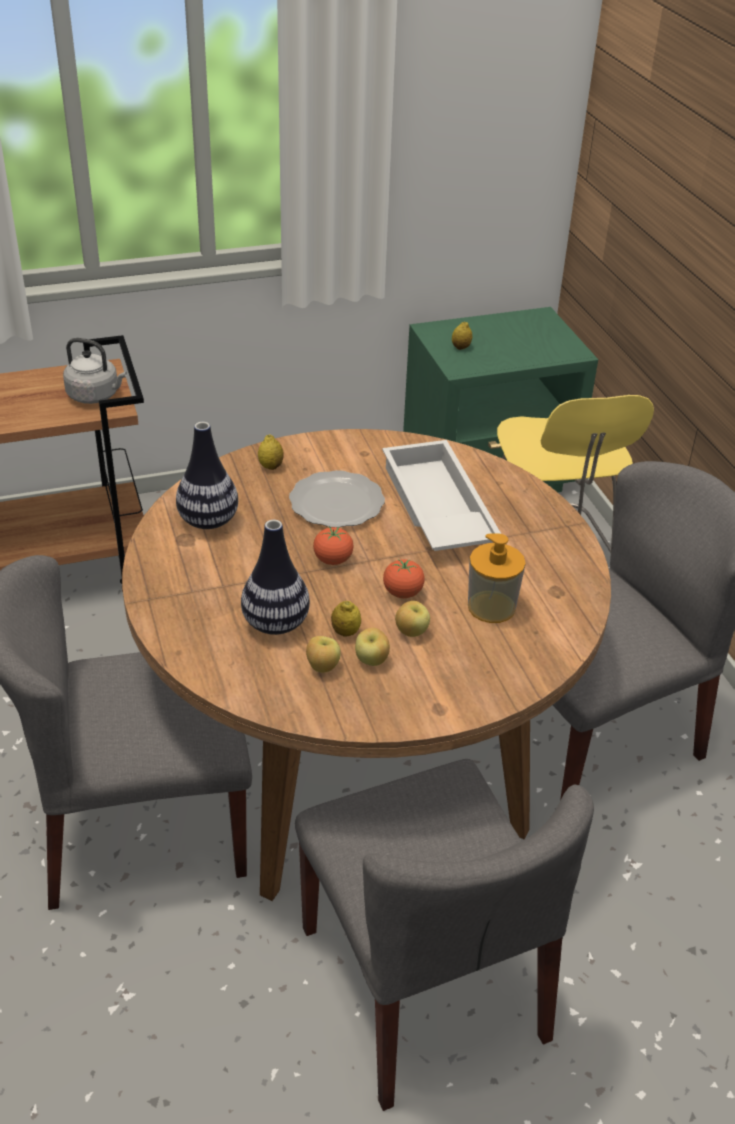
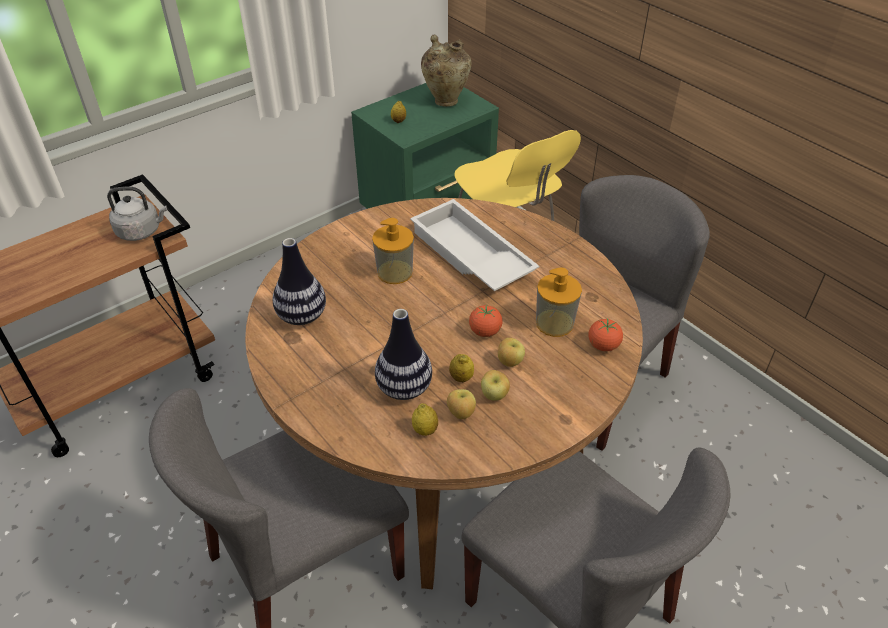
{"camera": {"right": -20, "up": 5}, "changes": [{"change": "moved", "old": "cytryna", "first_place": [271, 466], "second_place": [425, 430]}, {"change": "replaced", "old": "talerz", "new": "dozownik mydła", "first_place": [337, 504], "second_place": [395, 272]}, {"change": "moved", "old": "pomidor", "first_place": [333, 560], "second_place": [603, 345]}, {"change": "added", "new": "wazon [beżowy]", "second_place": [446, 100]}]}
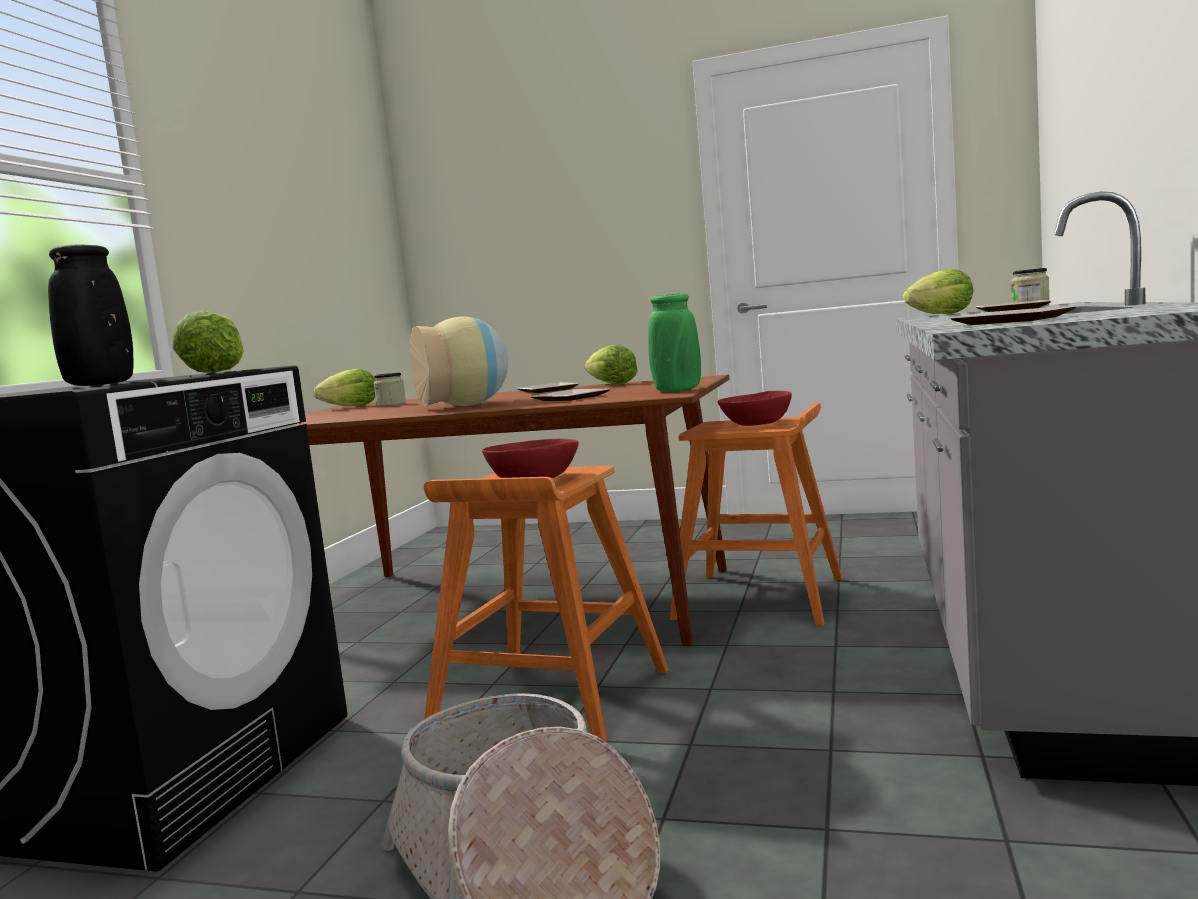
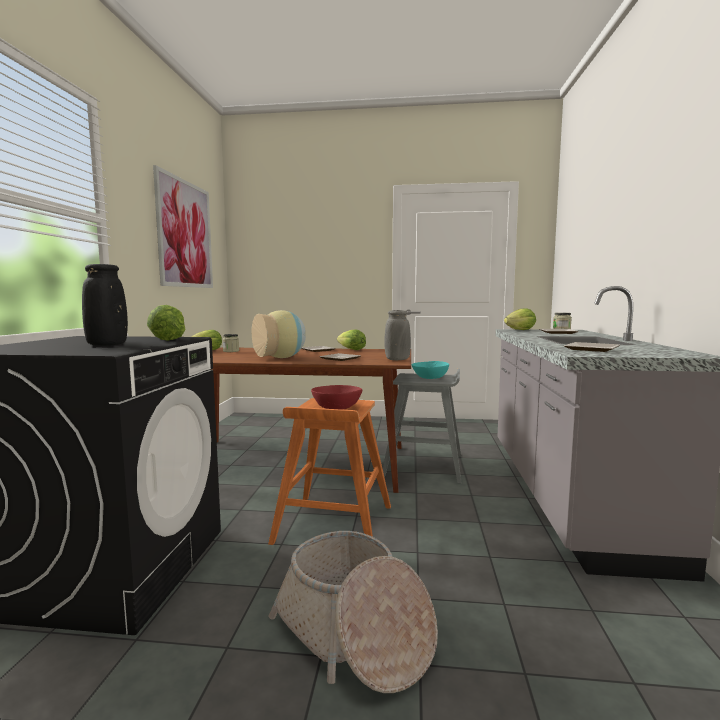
{"camera": {"right": -10, "up": 0}, "changes": [{"change": "recoloured", "old": "wazon [zielony]", "new": "wazon [szary]", "first_place": [677, 390], "second_place": [397, 359]}, {"change": "recoloured", "old": "miska [czerwony]", "new": "miska [turkusowy]", "first_place": [756, 424], "second_place": [430, 378]}, {"change": "recoloured", "old": "stołek [pomarańczowy]", "new": "stołek [szary]", "first_place": [762, 598], "second_place": [425, 465]}, {"change": "added", "new": "obraz", "second_place": [185, 234]}]}
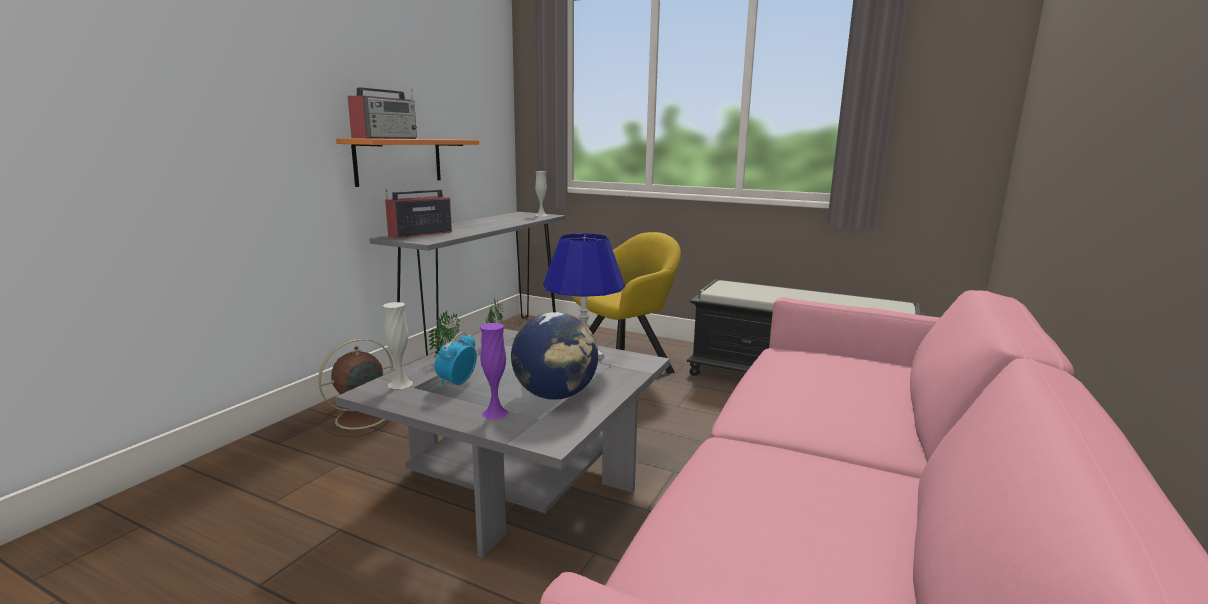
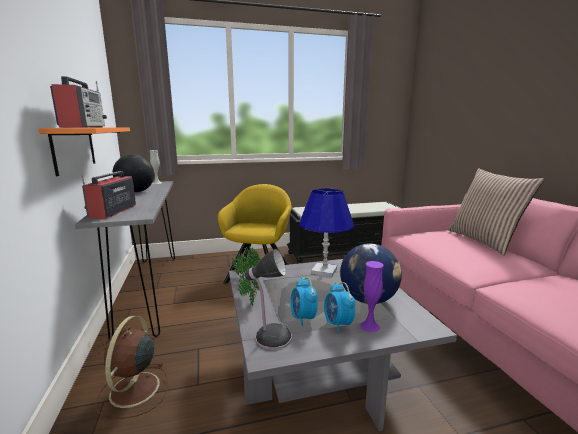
{"camera": {"right": -40, "up": 0}, "changes": [{"change": "replaced", "old": "wazon [biały]", "new": "lampa stołowa", "first_place": [400, 384], "second_place": [271, 337]}, {"change": "added", "new": "globus", "second_place": [136, 192]}, {"change": "added", "new": "poduszka", "second_place": [484, 241]}, {"change": "added", "new": "budzik", "second_place": [338, 324]}]}
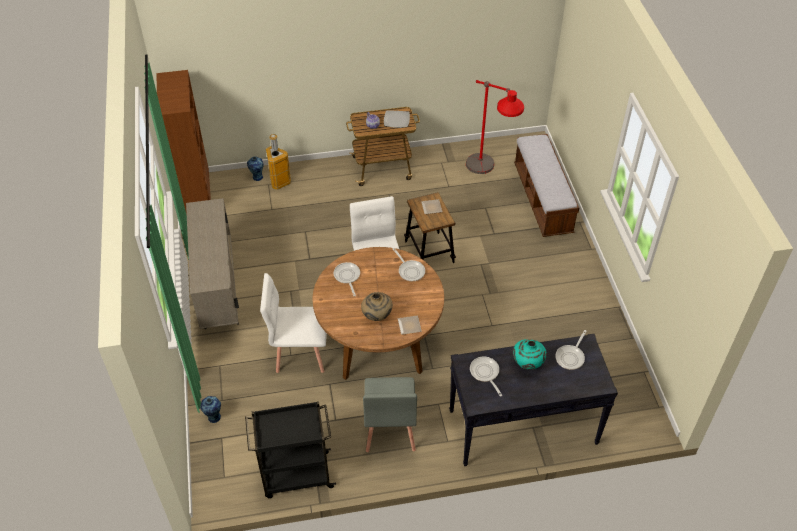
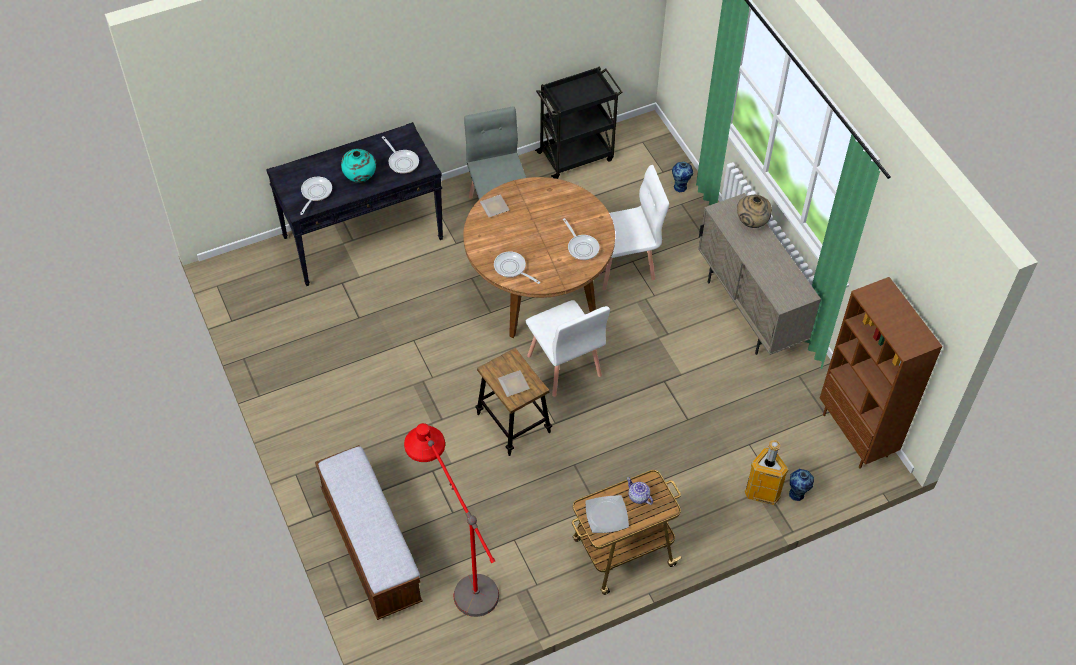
{"camera": {"right": 165, "up": 5}, "changes": [{"change": "moved", "old": "wazon [beżowy]", "first_place": [377, 317], "second_place": [751, 223]}]}
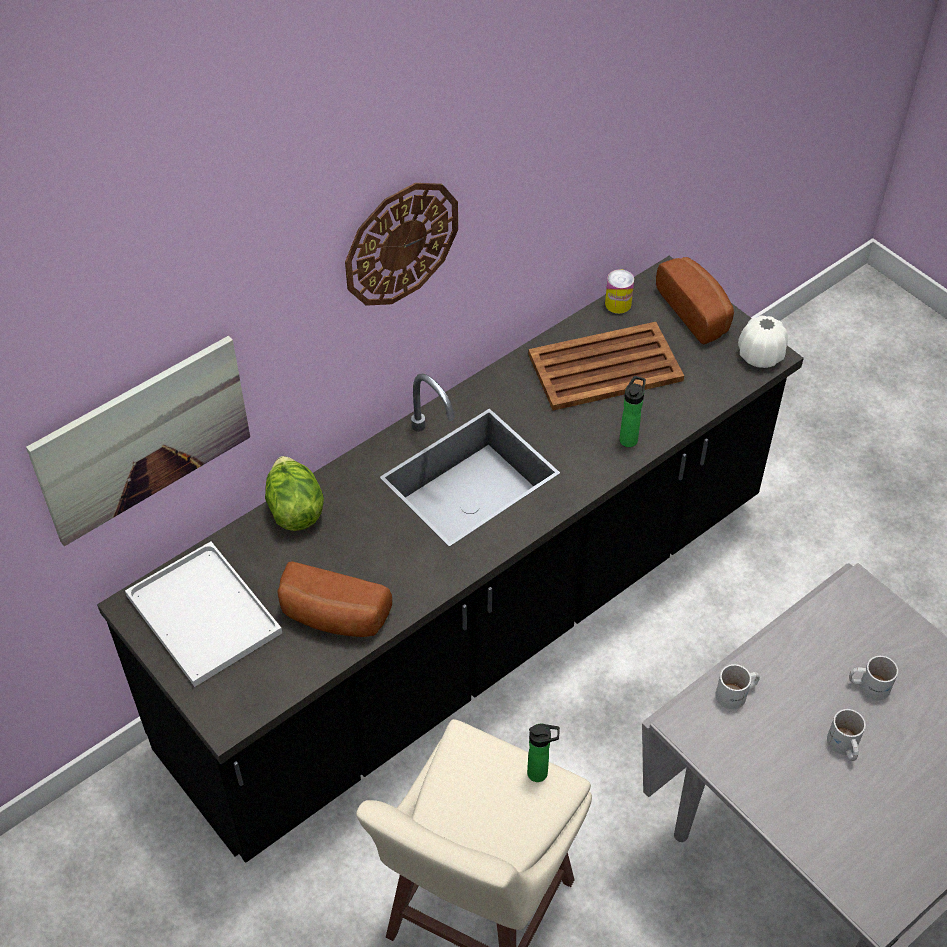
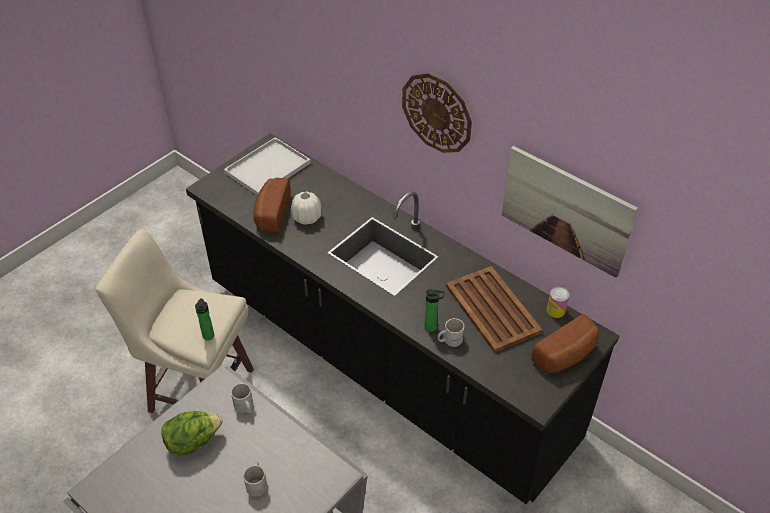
{"camera": {"right": 80, "up": -5}, "changes": [{"change": "moved", "old": "wazon [biały]", "first_place": [760, 356], "second_place": [307, 217]}, {"change": "moved", "old": "obraz", "first_place": [143, 439], "second_place": [566, 210]}, {"change": "moved", "old": "sałata", "first_place": [294, 509], "second_place": [193, 441]}, {"change": "moved", "old": "kubek [biały]", "first_place": [843, 746], "second_place": [449, 339]}]}
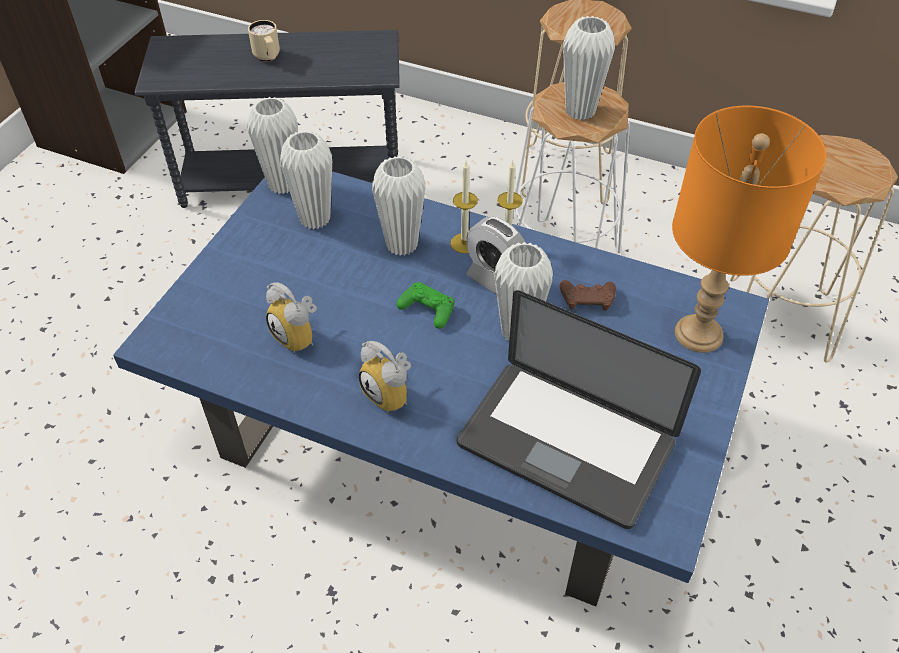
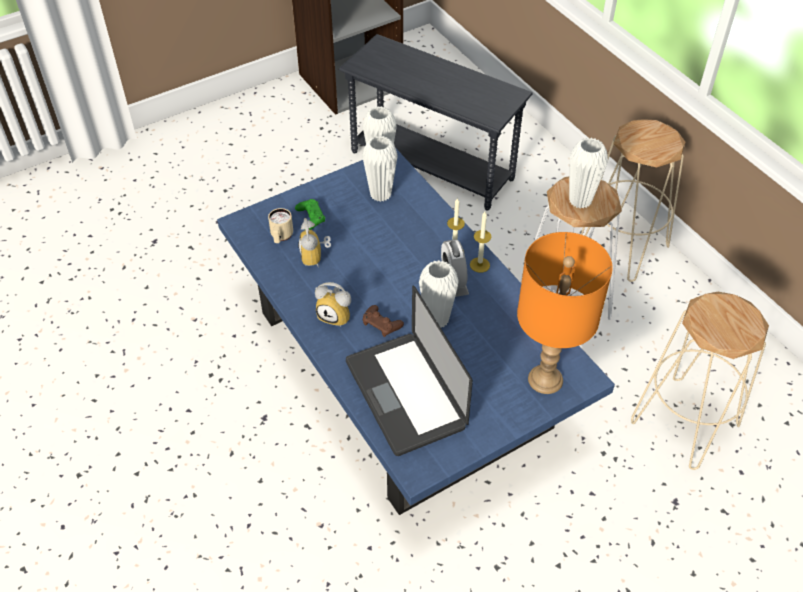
{"camera": {"right": 35, "up": 0}, "changes": [{"change": "moved", "old": "kubek [beżowy]", "first_place": [268, 58], "second_place": [281, 237]}, {"change": "removed", "old": "wazon [biały]", "first_place": [402, 245]}, {"change": "moved", "old": "pad do gier [brązowy]", "first_place": [587, 299], "second_place": [381, 324]}, {"change": "moved", "old": "pad do gier [zielony]", "first_place": [427, 309], "second_place": [310, 217]}, {"change": "turned", "old": "budzik", "first_place": [392, 394], "second_place": [337, 315], "degrees": -60}]}
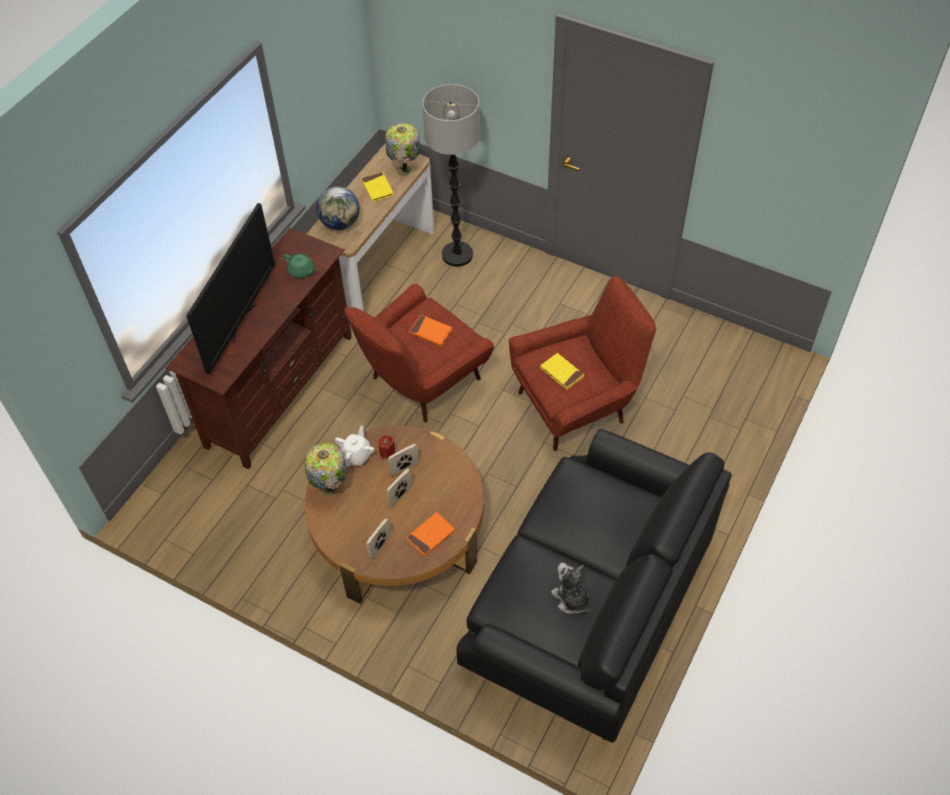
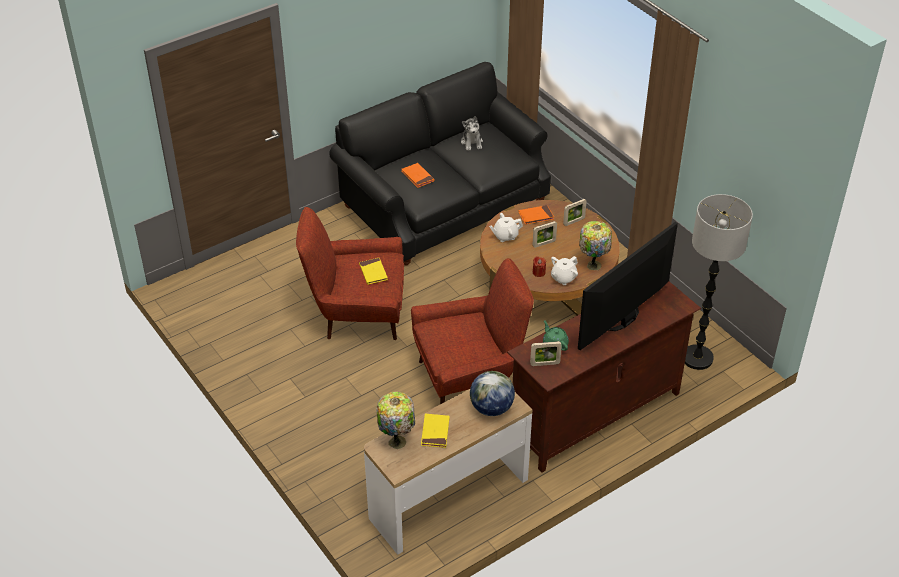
{"camera": {"right": -155, "up": -10}, "changes": [{"change": "moved", "old": "lampa stojąca", "first_place": [457, 255], "second_place": [697, 358]}, {"change": "moved", "old": "książka [pomarańczowy]", "first_place": [430, 332], "second_place": [417, 176]}, {"change": "moved", "old": "ramka na zdjęcie", "first_place": [404, 468], "second_place": [545, 364]}, {"change": "added", "new": "imbryk [biały]", "second_place": [505, 236]}]}
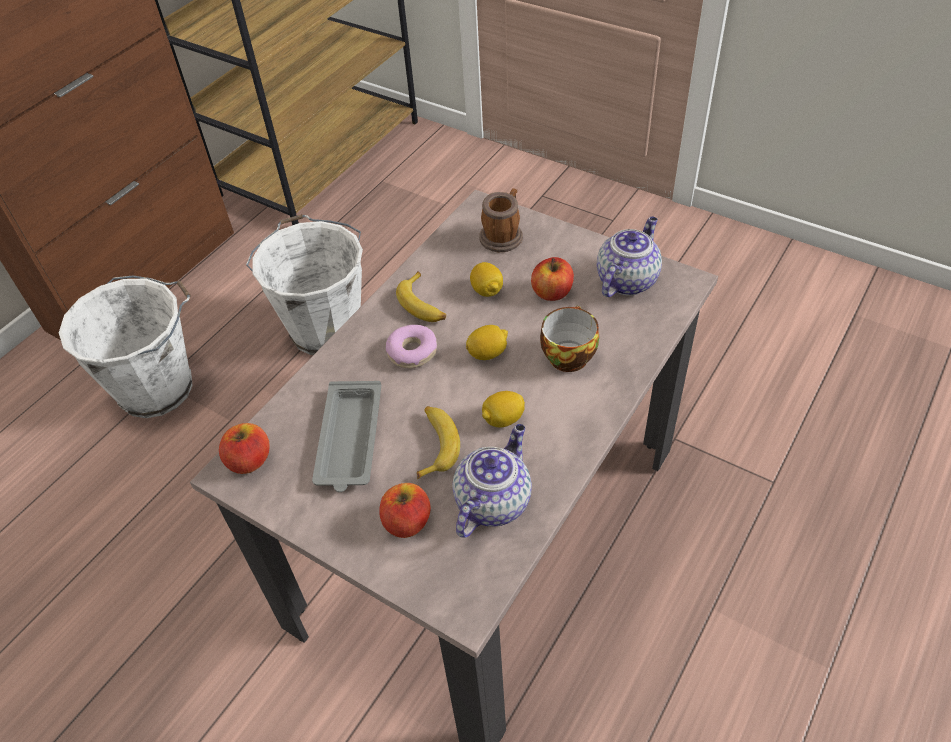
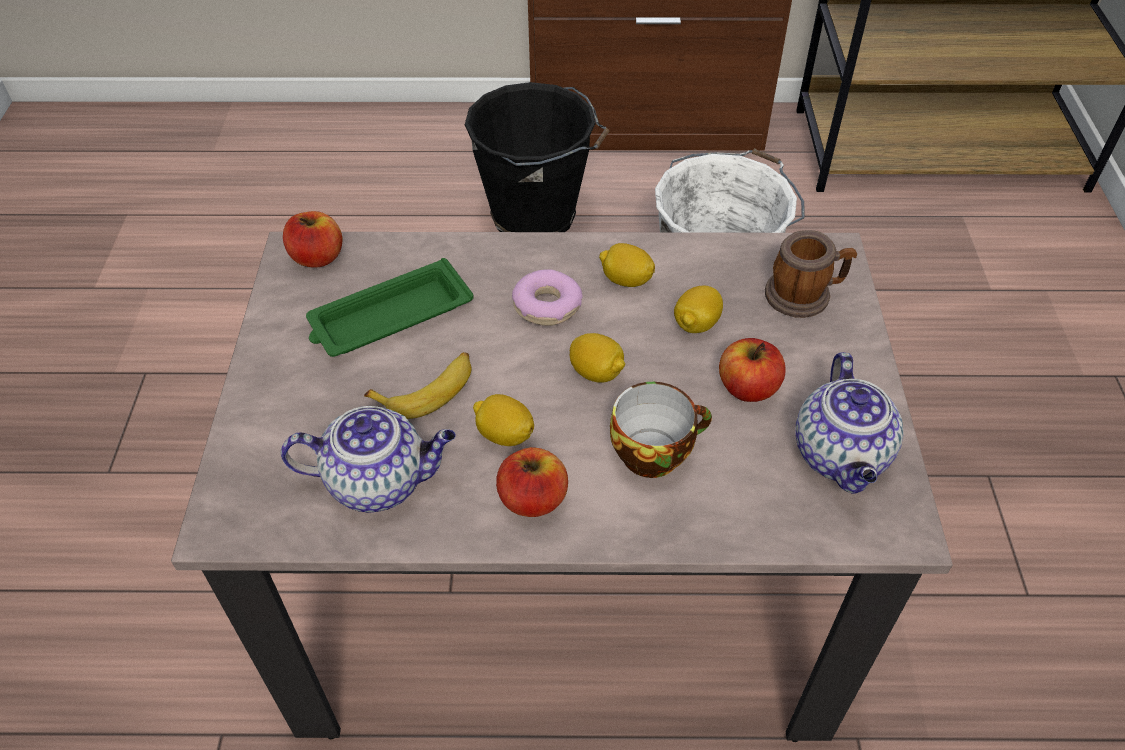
{"camera": {"right": 55, "up": 0}, "changes": [{"change": "turned", "old": "imbryk", "first_place": [626, 280], "second_place": [842, 456], "degrees": 90}, {"change": "replaced", "old": "banan", "new": "cytryna", "first_place": [423, 304], "second_place": [626, 280]}, {"change": "recoloured", "old": "wiadro [biały]", "new": "wiadro [czarny]", "first_place": [159, 387], "second_place": [537, 217]}, {"change": "recoloured", "old": "taca [szary]", "new": "taca [zielony]", "first_place": [349, 440], "second_place": [388, 317]}, {"change": "moved", "old": "jabłko", "first_place": [407, 522], "second_place": [533, 499]}]}
